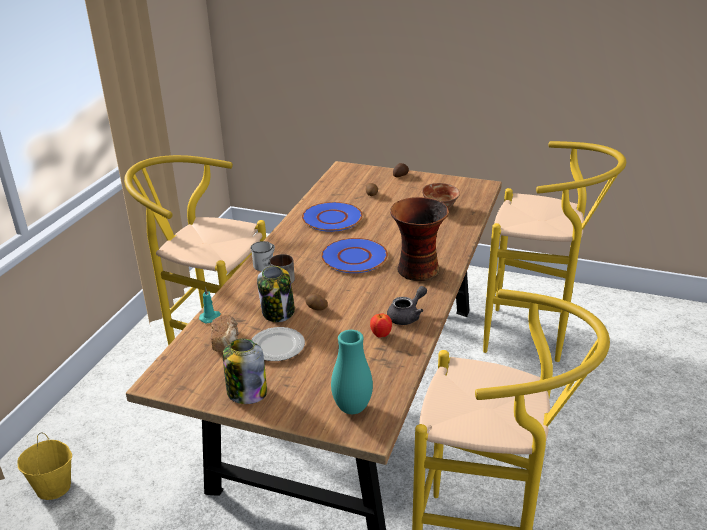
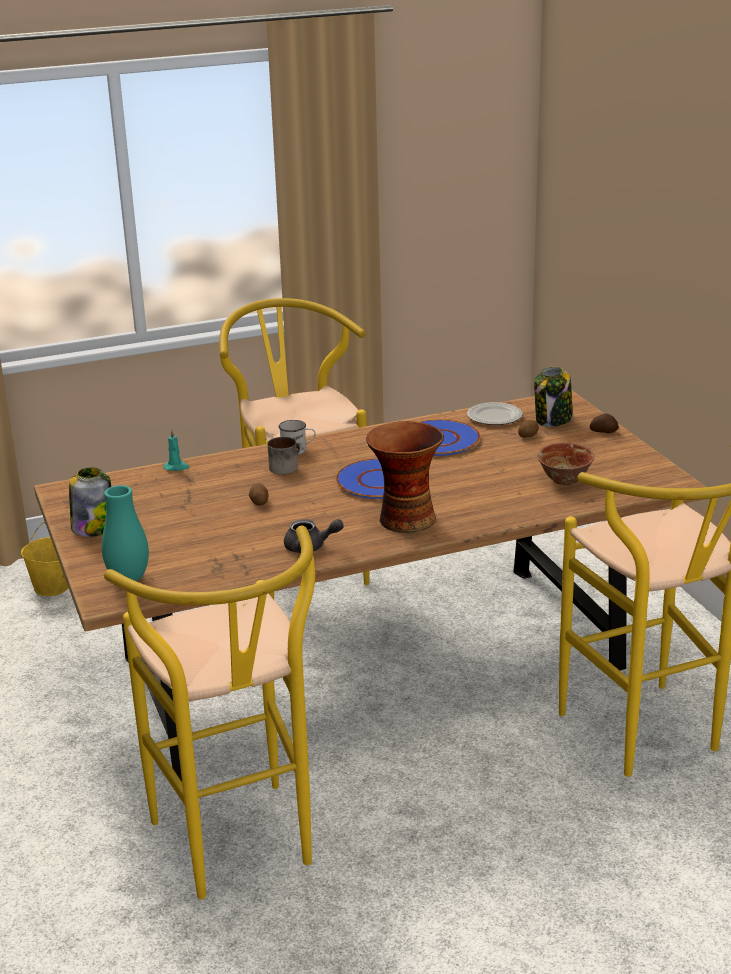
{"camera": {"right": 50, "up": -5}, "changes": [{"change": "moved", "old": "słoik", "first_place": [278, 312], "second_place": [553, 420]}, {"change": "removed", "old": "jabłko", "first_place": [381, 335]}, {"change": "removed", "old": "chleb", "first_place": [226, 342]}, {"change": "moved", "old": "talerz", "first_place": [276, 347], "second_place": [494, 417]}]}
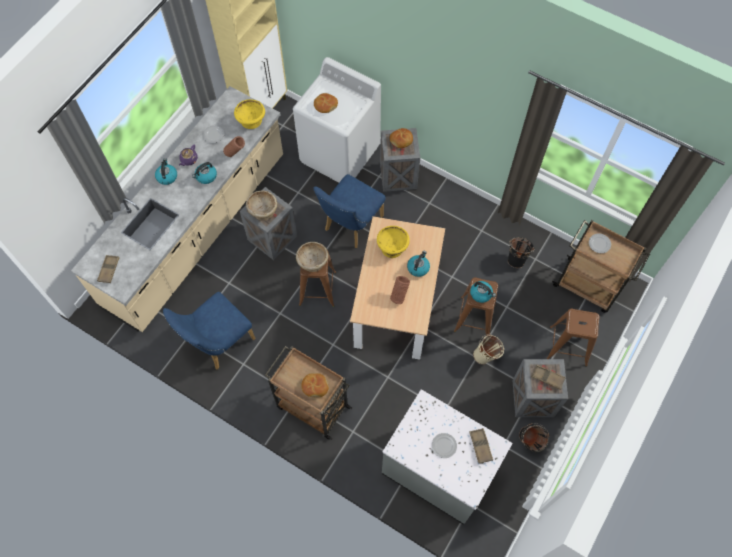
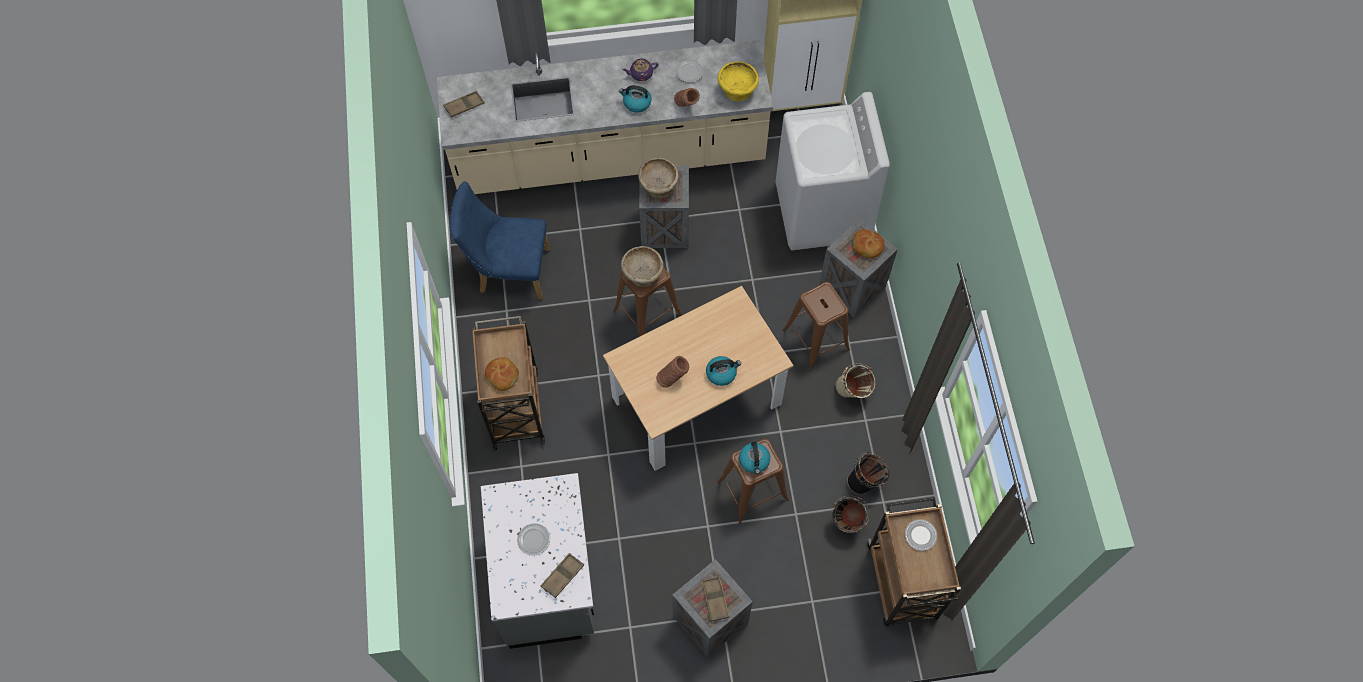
{"camera": {"right": 50, "up": 0}, "changes": [{"change": "removed", "old": "chleb", "first_place": [325, 105]}, {"change": "removed", "old": "czajnik", "first_place": [167, 176]}, {"change": "removed", "old": "krzesło [niebieski]", "first_place": [350, 225]}, {"change": "removed", "old": "miska [żółty]", "first_place": [392, 247]}, {"change": "moved", "old": "stołek [brązowy]", "first_place": [567, 346], "second_place": [815, 339]}, {"change": "moved", "old": "wiadro [beżowy]", "first_place": [487, 356], "second_place": [852, 393]}, {"change": "moved", "old": "wiadro [czarny]", "first_place": [529, 442], "second_place": [847, 522]}]}
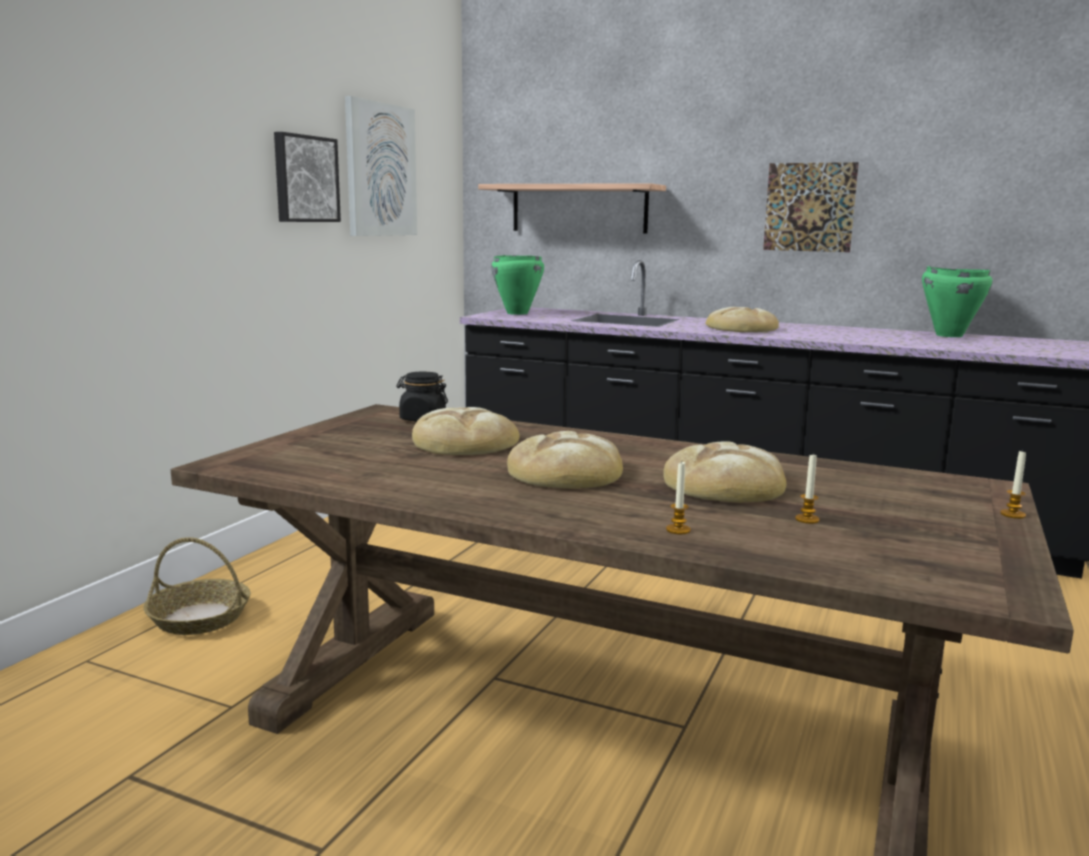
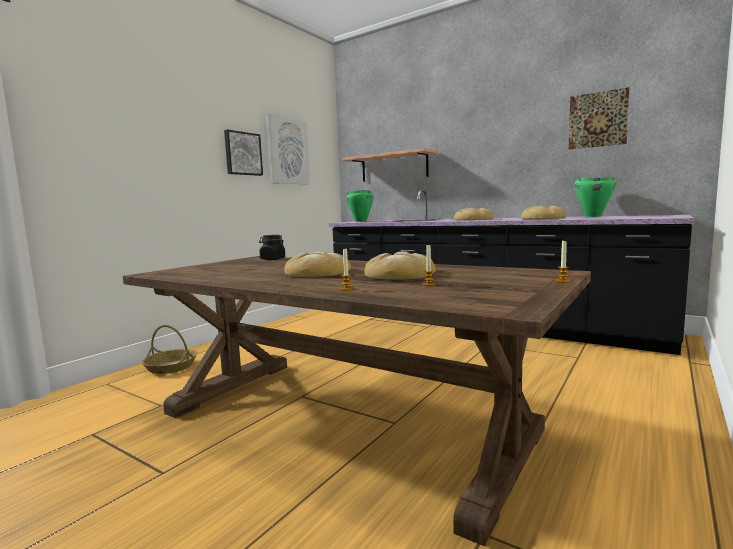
{"camera": {"right": 10, "up": -5}, "changes": [{"change": "moved", "old": "obraz", "first_place": [809, 207], "second_place": [597, 119]}, {"change": "moved", "old": "chleb", "first_place": [463, 442], "second_place": [542, 218]}]}
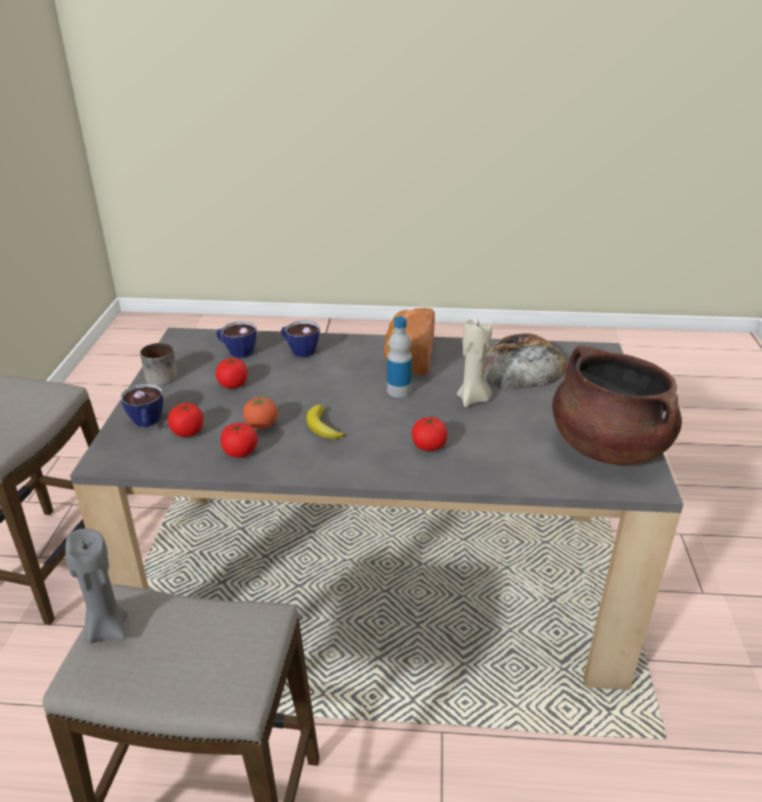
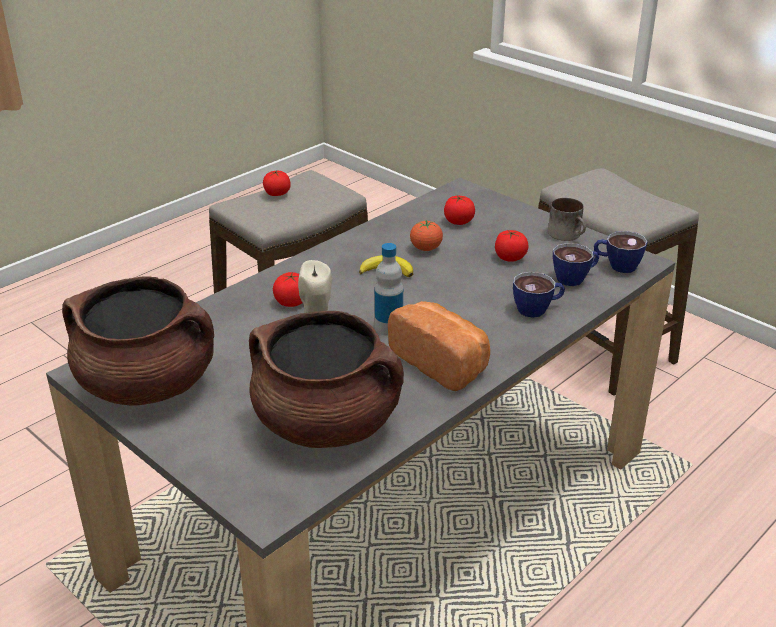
{"camera": {"right": 130, "up": 0}, "changes": [{"change": "replaced", "old": "chleb", "new": "garnek [brązowy]", "first_place": [520, 366], "second_place": [327, 424]}, {"change": "moved", "old": "filiżanka", "first_place": [147, 423], "second_place": [616, 265]}, {"change": "moved", "old": "pomidor", "first_place": [240, 452], "second_place": [277, 194]}, {"change": "removed", "old": "świeca [szary]", "first_place": [106, 629]}]}
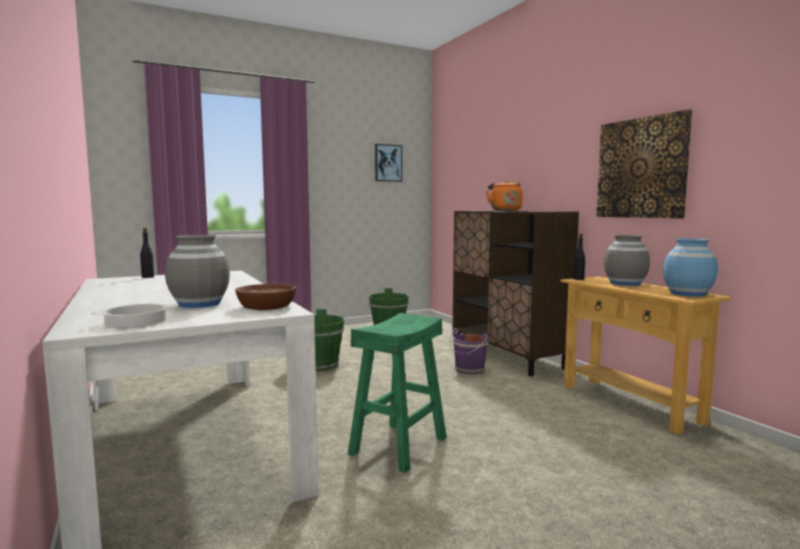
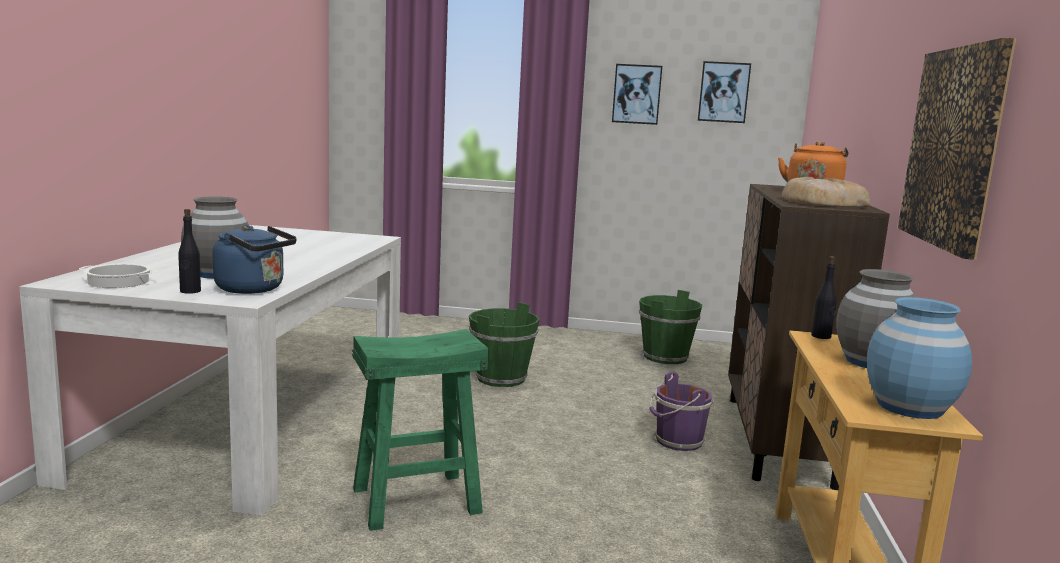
{"camera": {"right": 35, "up": 5}, "changes": [{"change": "moved", "old": "butelka [czarny]", "first_place": [148, 277], "second_place": [190, 291]}, {"change": "replaced", "old": "miska [brązowy]", "new": "czajnik [niebieski]", "first_place": [267, 306], "second_place": [254, 289]}, {"change": "added", "new": "obraz", "second_place": [636, 94]}, {"change": "added", "new": "chleb", "second_place": [821, 203]}]}
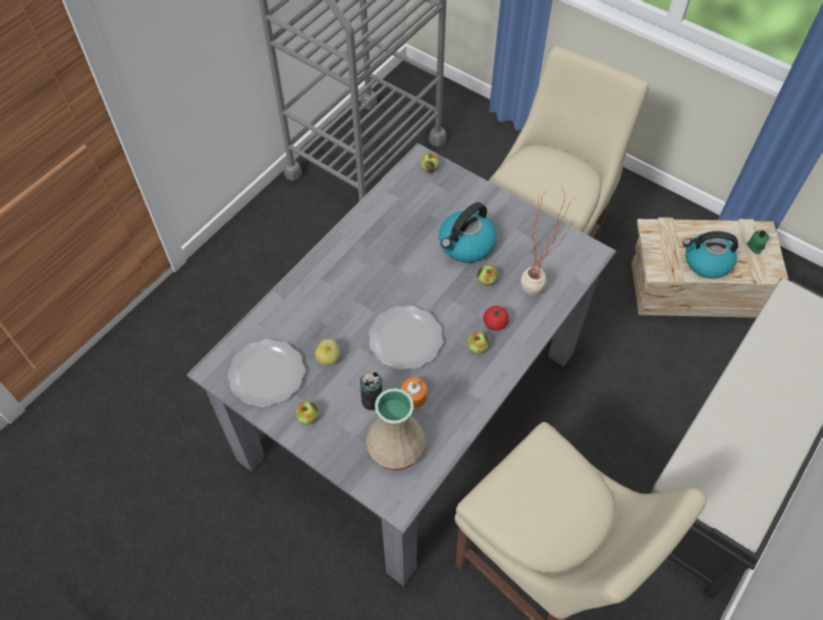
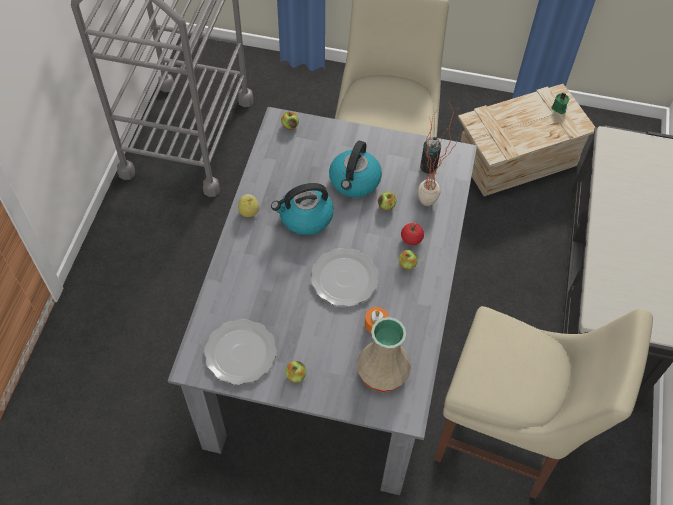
{"camera": {"right": -25, "up": 0}, "changes": [{"change": "moved", "old": "czajnik", "first_place": [706, 262], "second_place": [305, 217]}, {"change": "moved", "old": "jabłko", "first_place": [328, 358], "second_place": [249, 212]}, {"change": "moved", "old": "puszka", "first_place": [372, 401], "second_place": [428, 167]}]}
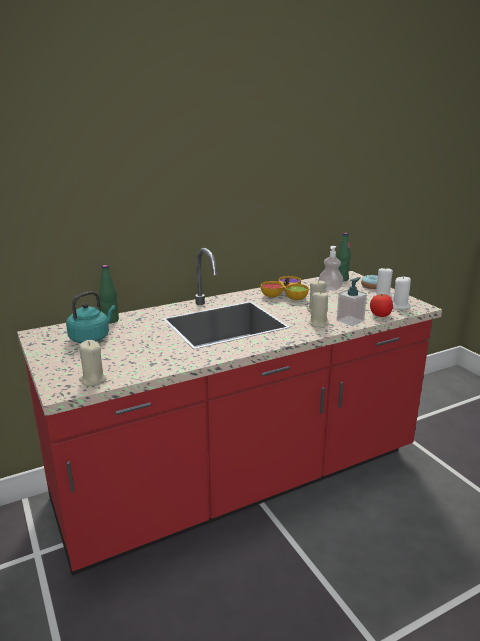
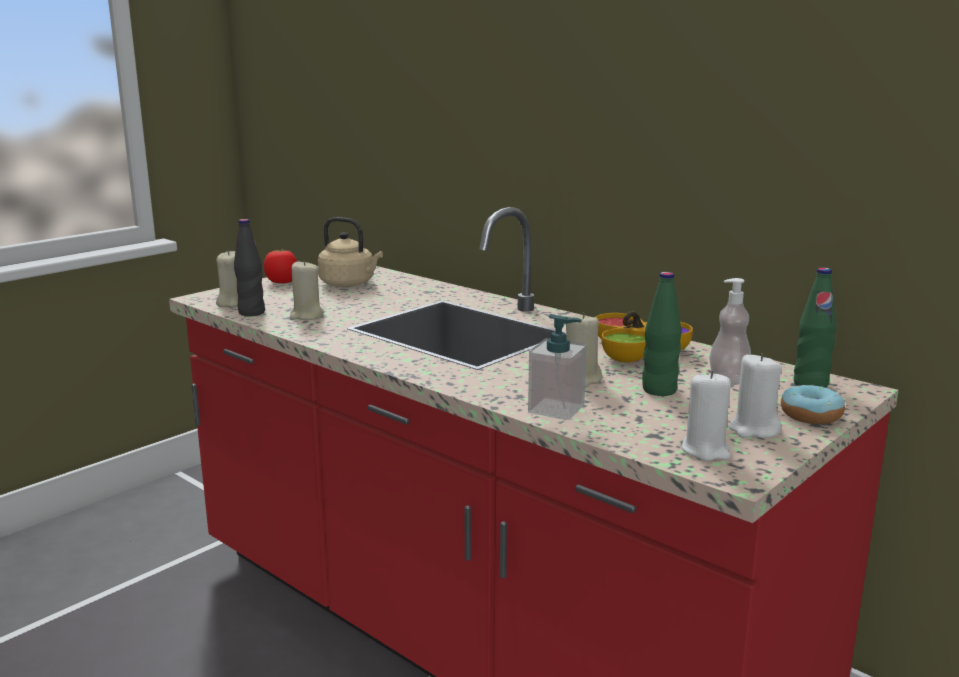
{"camera": {"right": 70, "up": -5}, "changes": [{"change": "moved", "old": "butelka [zielony]", "first_place": [110, 320], "second_place": [659, 390]}, {"change": "recoloured", "old": "czajnik [turkusowy]", "new": "czajnik [beżowy]", "first_place": [91, 338], "second_place": [349, 284]}, {"change": "moved", "old": "świeca [beżowy]", "first_place": [318, 323], "second_place": [306, 316]}, {"change": "moved", "old": "pomidor", "first_place": [380, 315], "second_place": [282, 282]}, {"change": "added", "new": "butelka [czarny]", "second_place": [251, 313]}]}
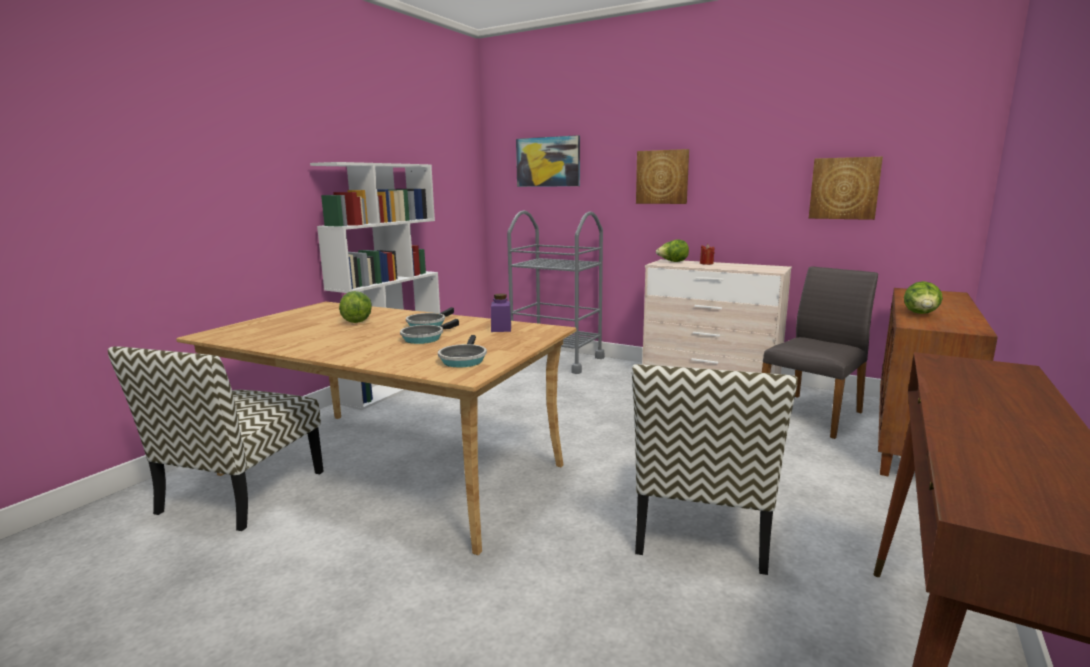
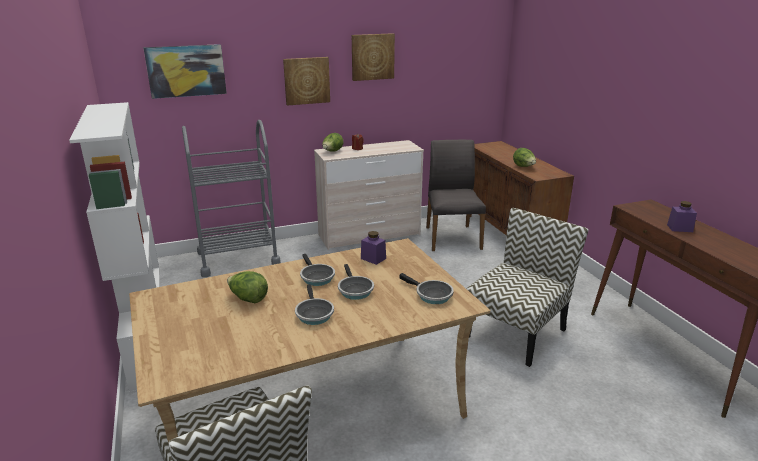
{"camera": {"right": -50, "up": 10}, "changes": [{"change": "moved", "old": "obraz", "first_place": [844, 188], "second_place": [372, 57]}, {"change": "turned", "old": "krzesło", "first_place": [701, 527], "second_place": [516, 332], "degrees": -105}, {"change": "added", "new": "słoik [fioletowy]", "second_place": [679, 228]}, {"change": "added", "new": "patelnia", "second_place": [313, 314]}]}
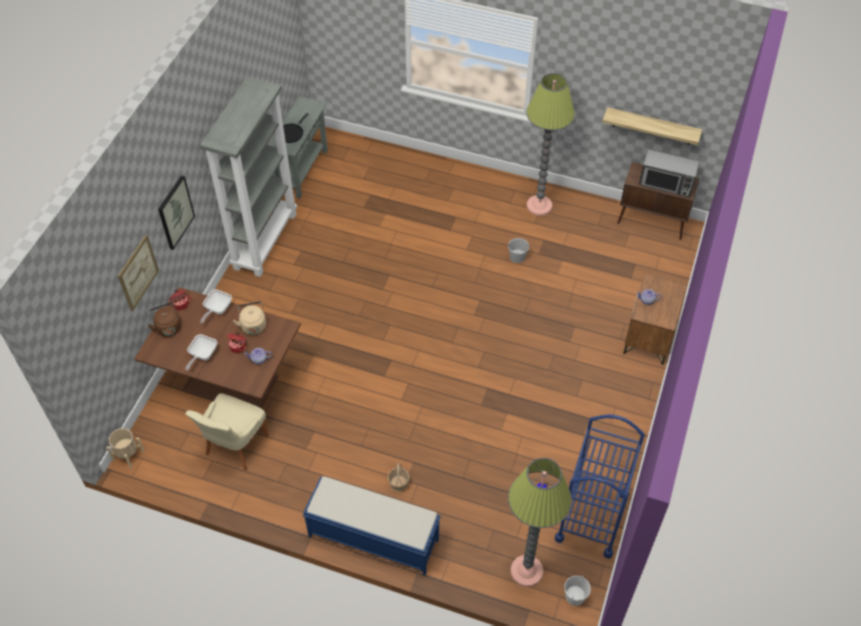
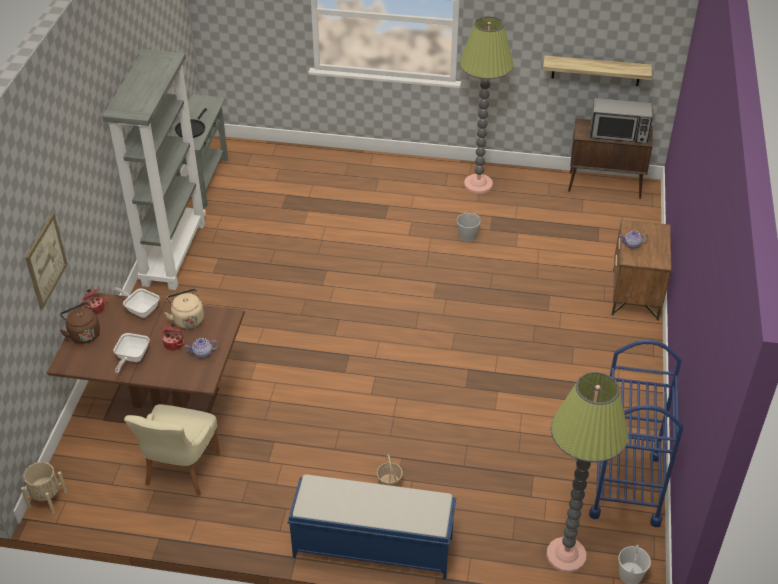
{"camera": {"right": -10, "up": -10}, "changes": [{"change": "removed", "old": "obraz", "first_place": [175, 212]}, {"change": "turned", "old": "patelnia", "first_place": [217, 310], "second_place": [140, 309], "degrees": 105}]}
